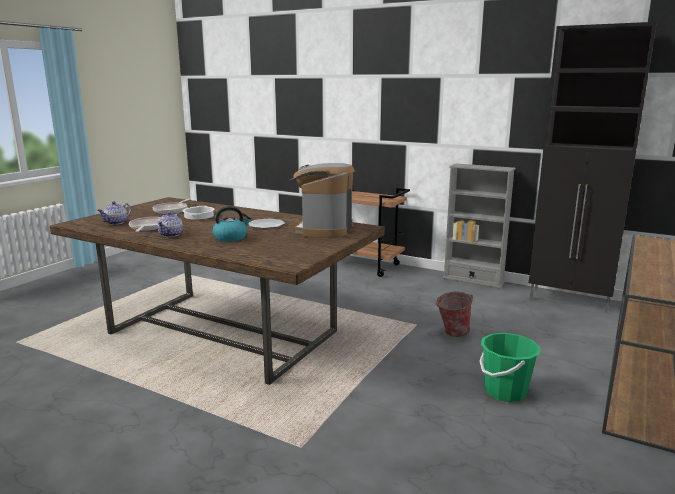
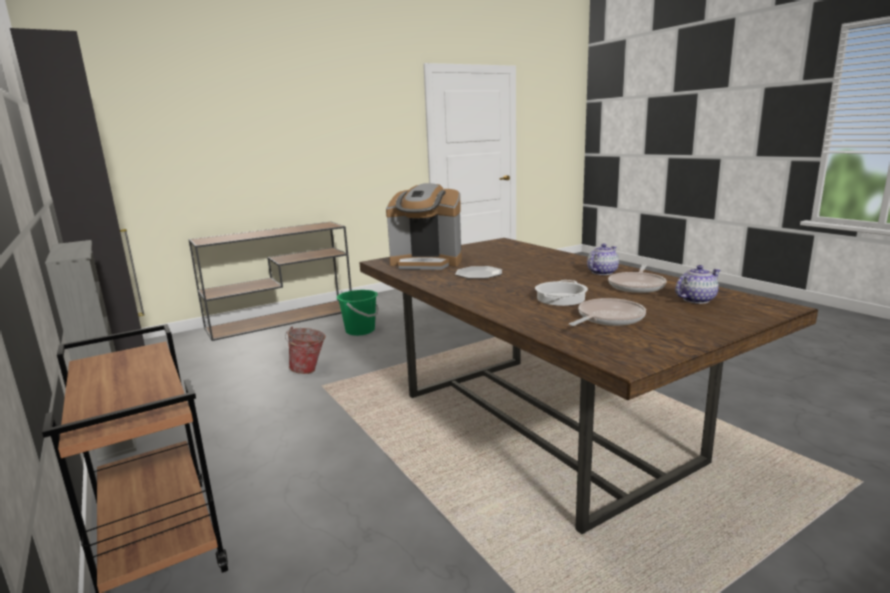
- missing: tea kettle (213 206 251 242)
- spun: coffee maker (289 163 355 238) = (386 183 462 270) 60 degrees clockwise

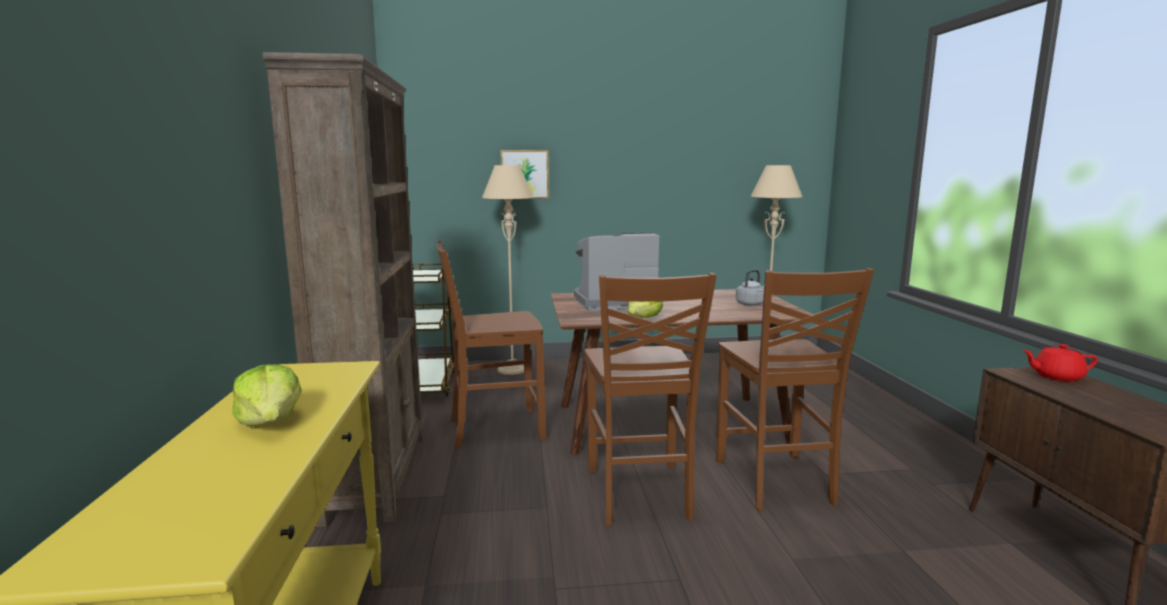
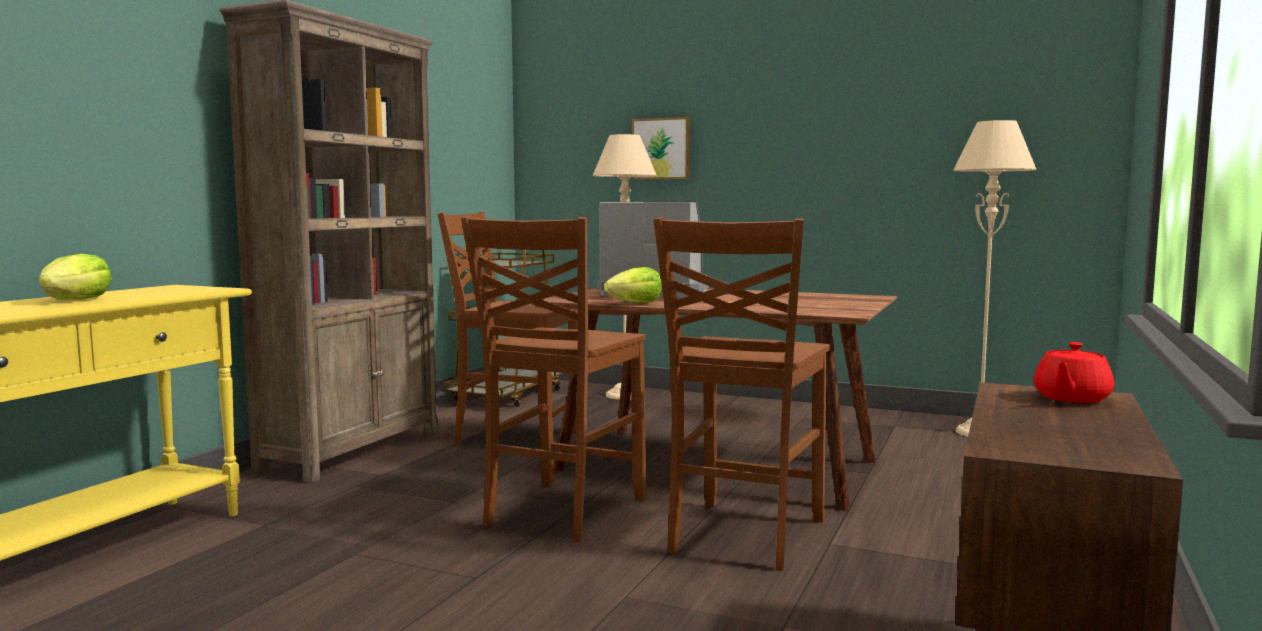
- missing: greyish tea kettle (736 270 764 306)
- spun: reddish teapot (1022 344 1098 382) = (1033 342 1114 403) 90 degrees counterclockwise

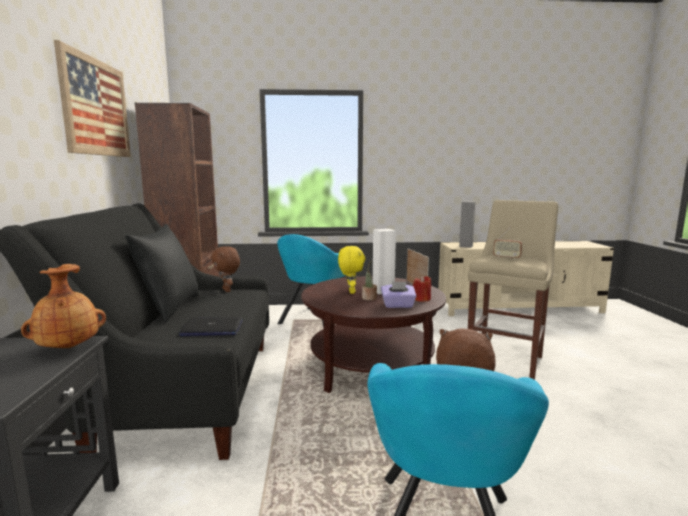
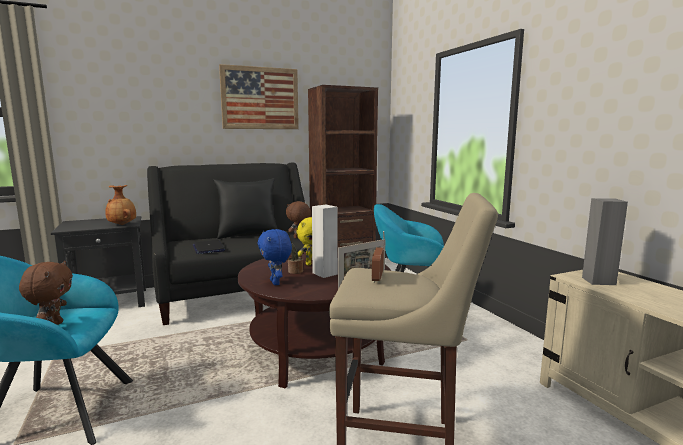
- missing: reddish wax candle (413 275 431 302)
- exchanged: purple box of tissues (381 282 416 308) to blue cuddly toy (257 229 292 285)

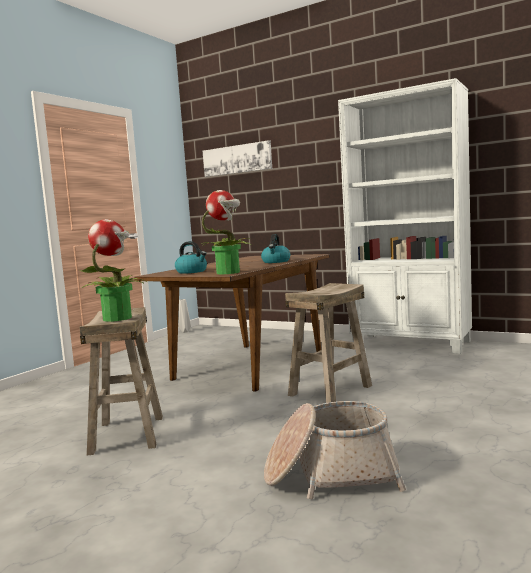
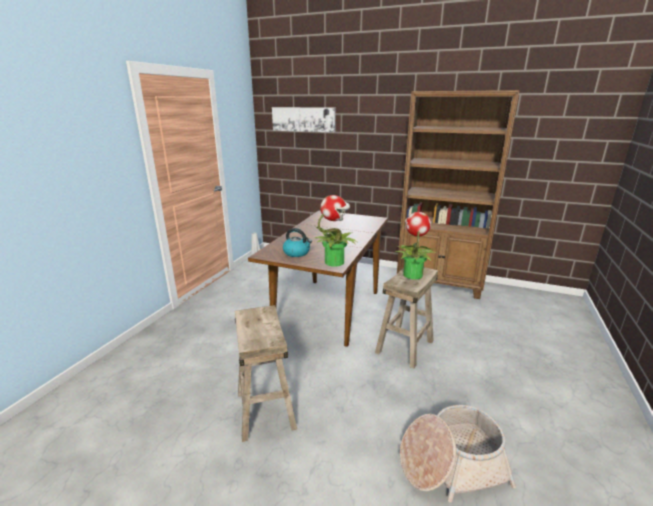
- missing: tea kettle (261 234 290 263)
- relocated: potted plant (80 219 148 322) to (395 212 437 280)
- colour: white-coloured bookcase (338 78 472 354) to brown-coloured bookcase (397 90 520 299)

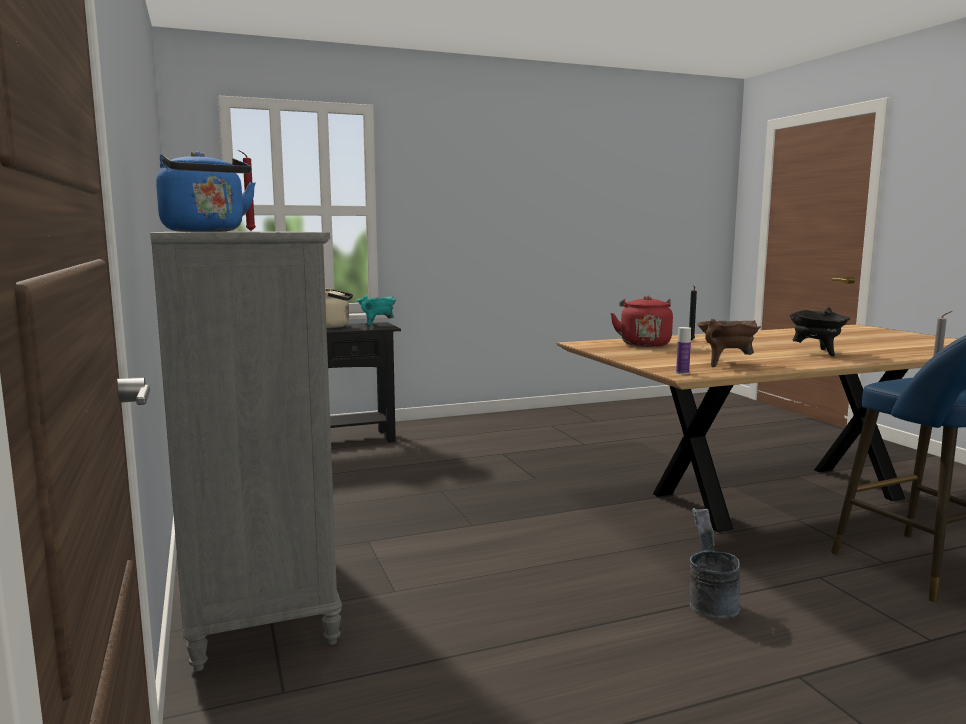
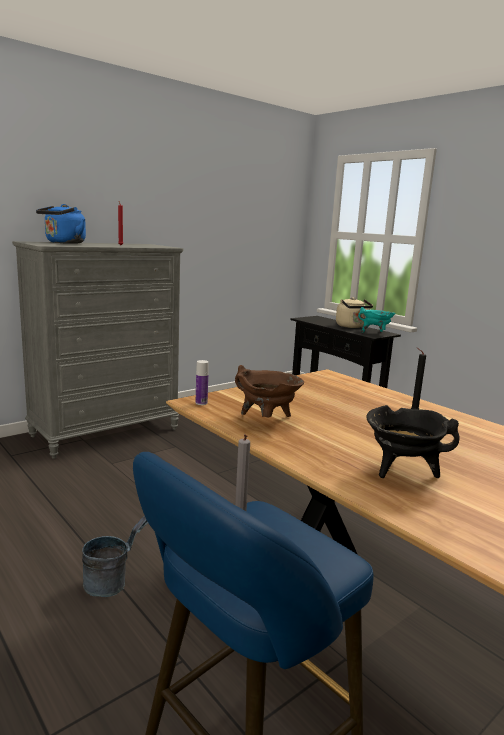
- missing: reddish tea kettle (610 296 673 347)

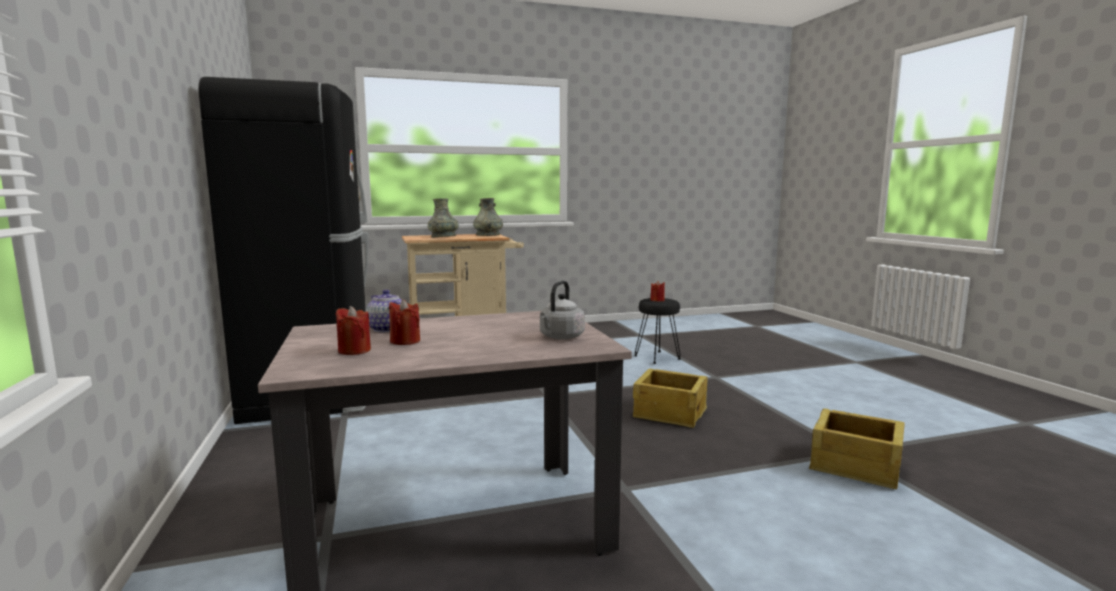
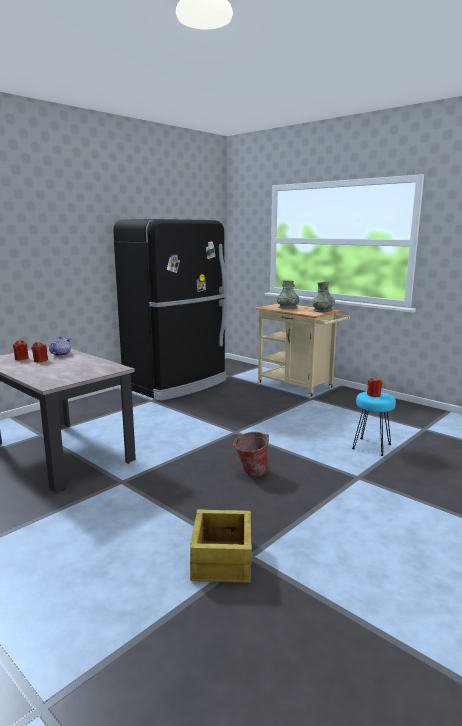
- missing: greyish tea kettle (540 280 585 340)
- exchanged: packing crate (633 369 708 428) to water bucket (233 432 269 477)
- colour: black stool seat (634 298 680 364) to turquoise-coloured stool seat (352 392 396 456)

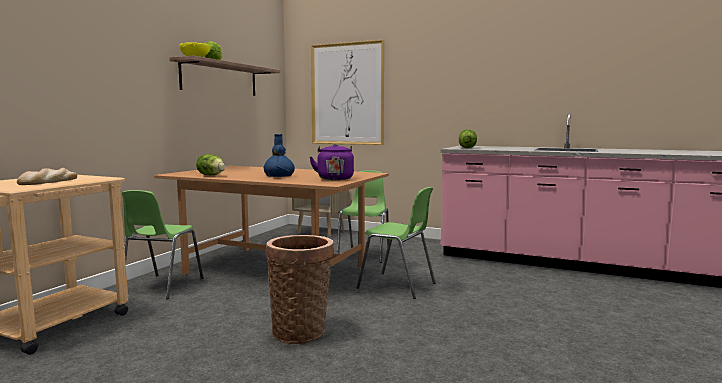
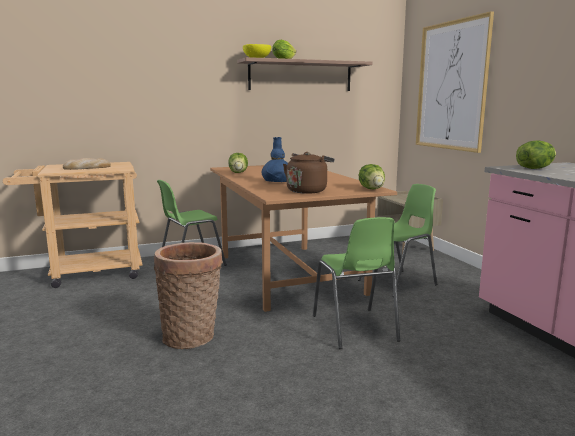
- appeared: lettuce (359 164 385 189)
- colour: purple tea kettle (309 144 354 180) to brown-coloured tea kettle (283 152 335 194)

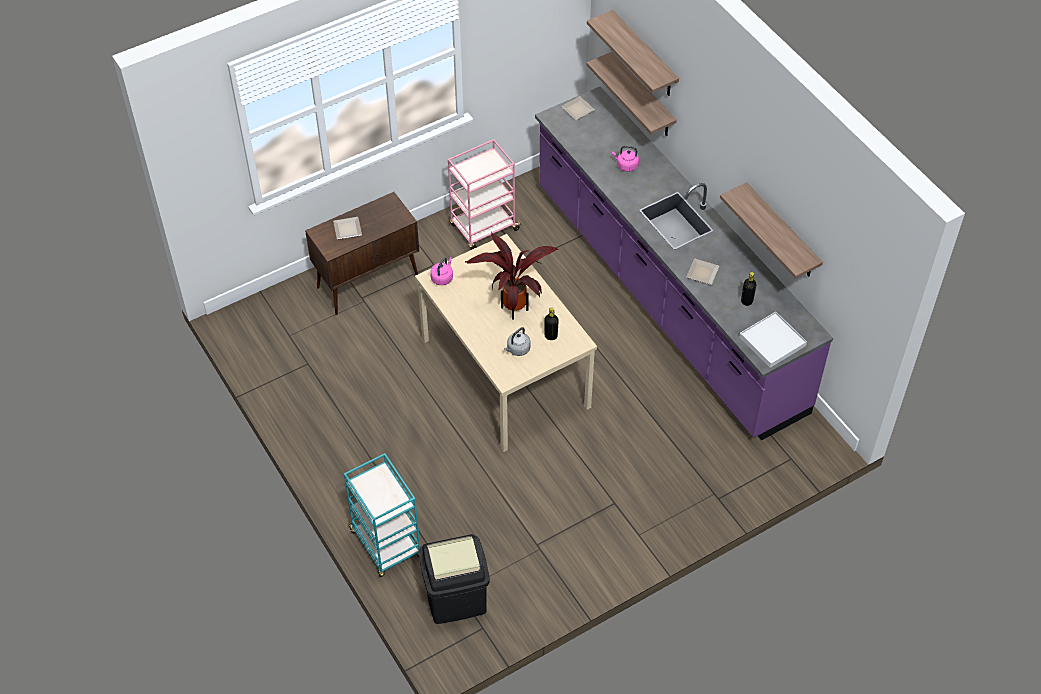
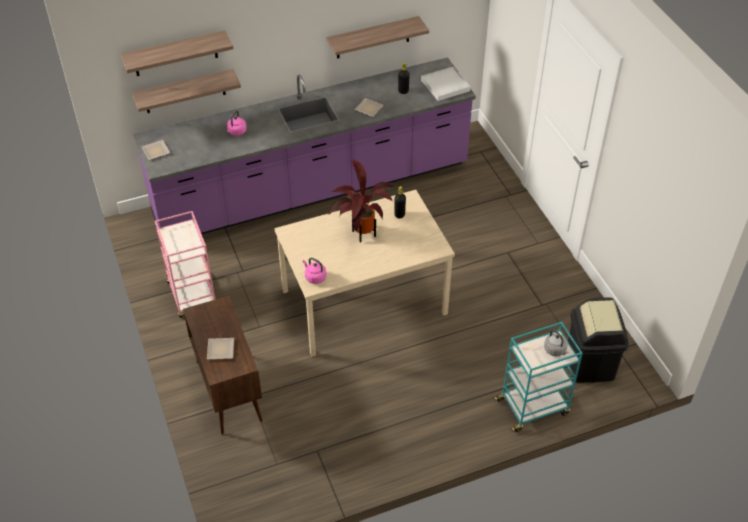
- relocated: greyish tea kettle (504 327 531 356) to (544 329 569 357)

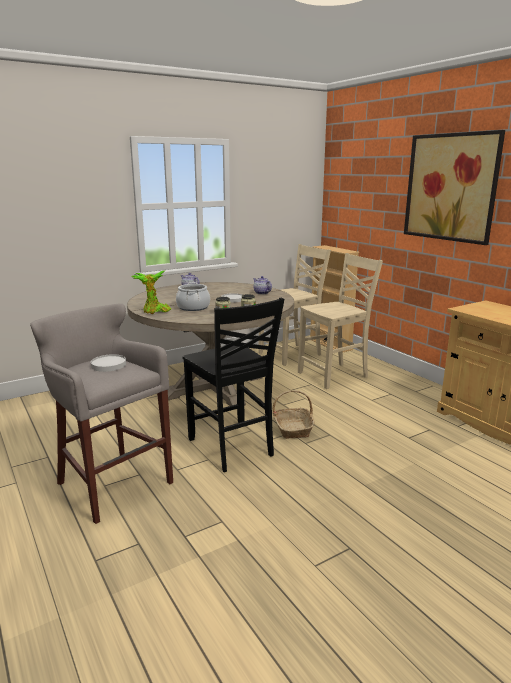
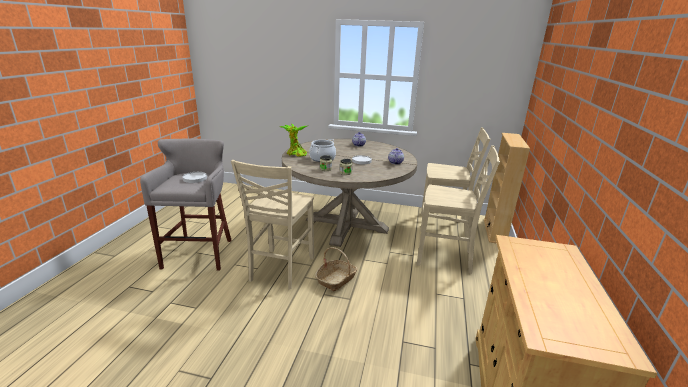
- missing: picture (404 130 505 245)
- colour: black chair (183 298 284 472) to sand-coloured chair (231 160 314 289)

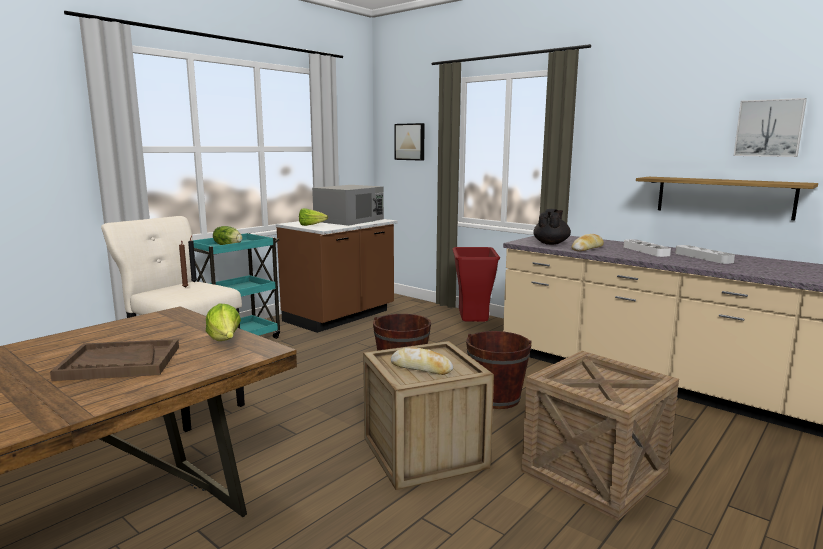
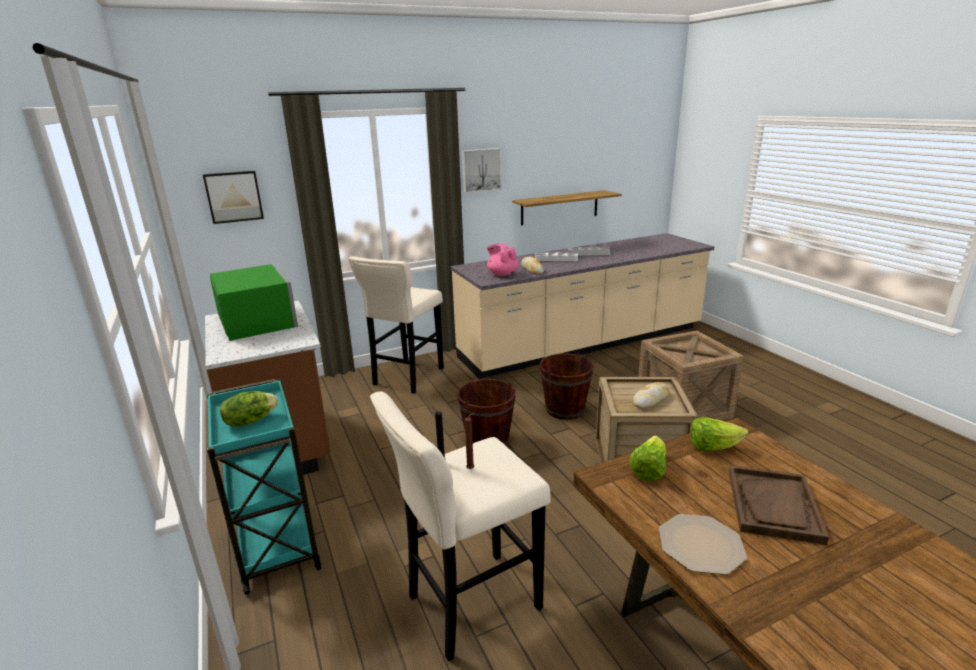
- appeared: flat dish (659 514 747 575)
- relocated: lettuce (299 208 328 226) to (629 435 666 481)
- relocated: picture (733 98 807 157) to (462 148 502 193)
- exchanged: reddish rubbish bin (452 247 500 322) to sand-coloured stool seat (348 256 444 394)
- colour: greyish microwave (312 185 384 226) to green-coloured microwave (210 264 298 341)
- colour: black teapot (533 209 571 245) to pink-coloured teapot (487 243 519 276)

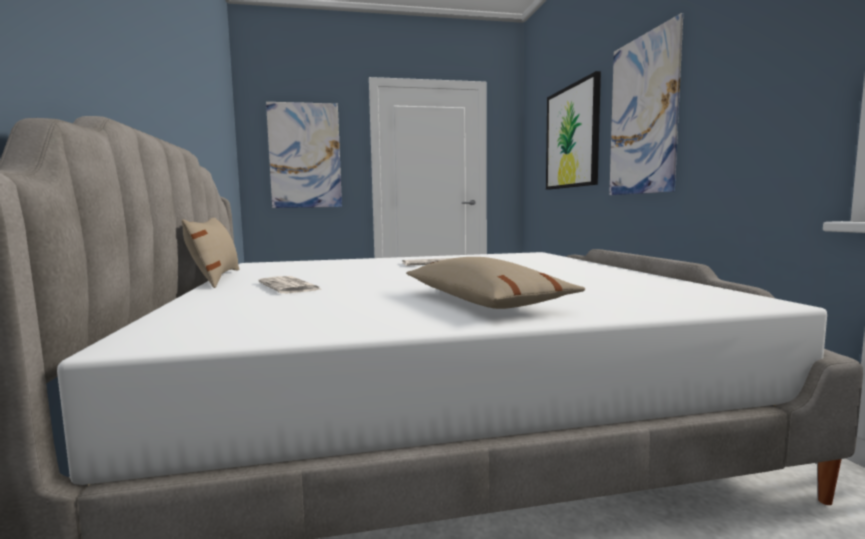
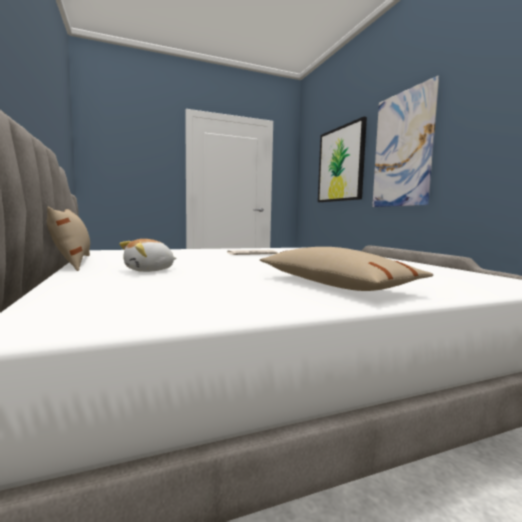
- missing: picture (266 102 342 208)
- exchanged: newspaper (258 276 323 293) to cuddly toy (119 239 177 272)

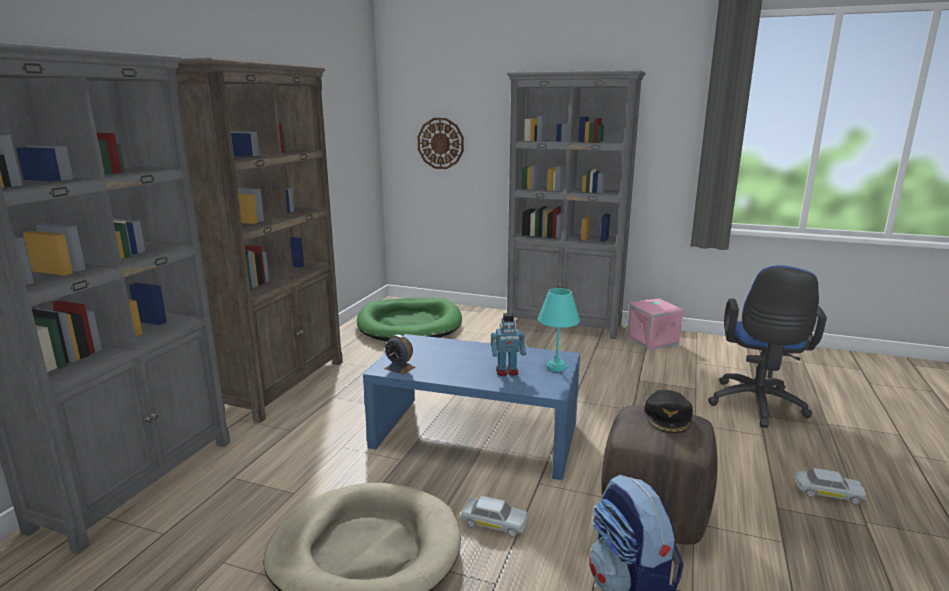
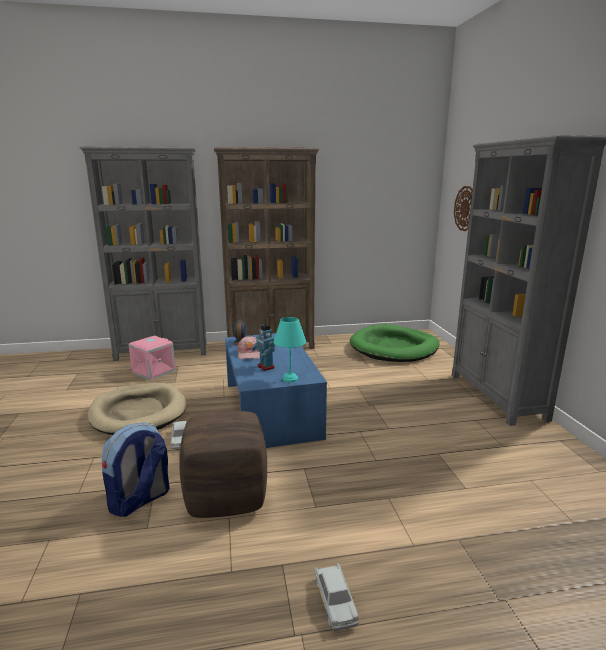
- missing: black peaked cap (644 390 693 434)
- missing: blue office chair (708 265 827 428)
- appeared: pink-coloured peaked cap (237 336 260 359)
- relocated: pink-coloured storage bin (627 298 683 350) to (129 336 176 380)

